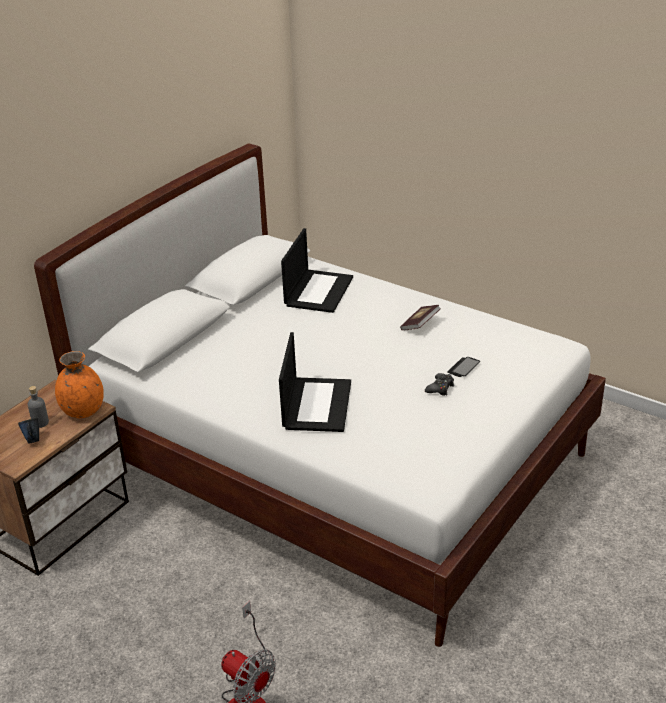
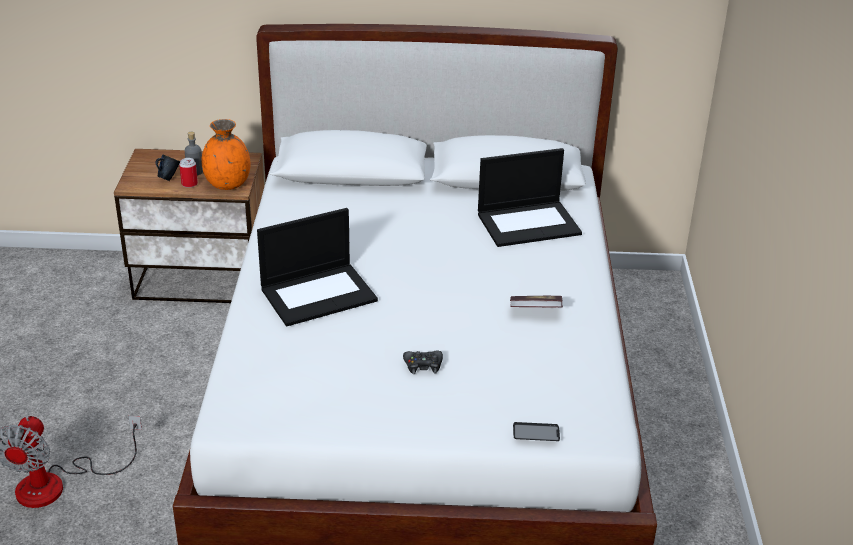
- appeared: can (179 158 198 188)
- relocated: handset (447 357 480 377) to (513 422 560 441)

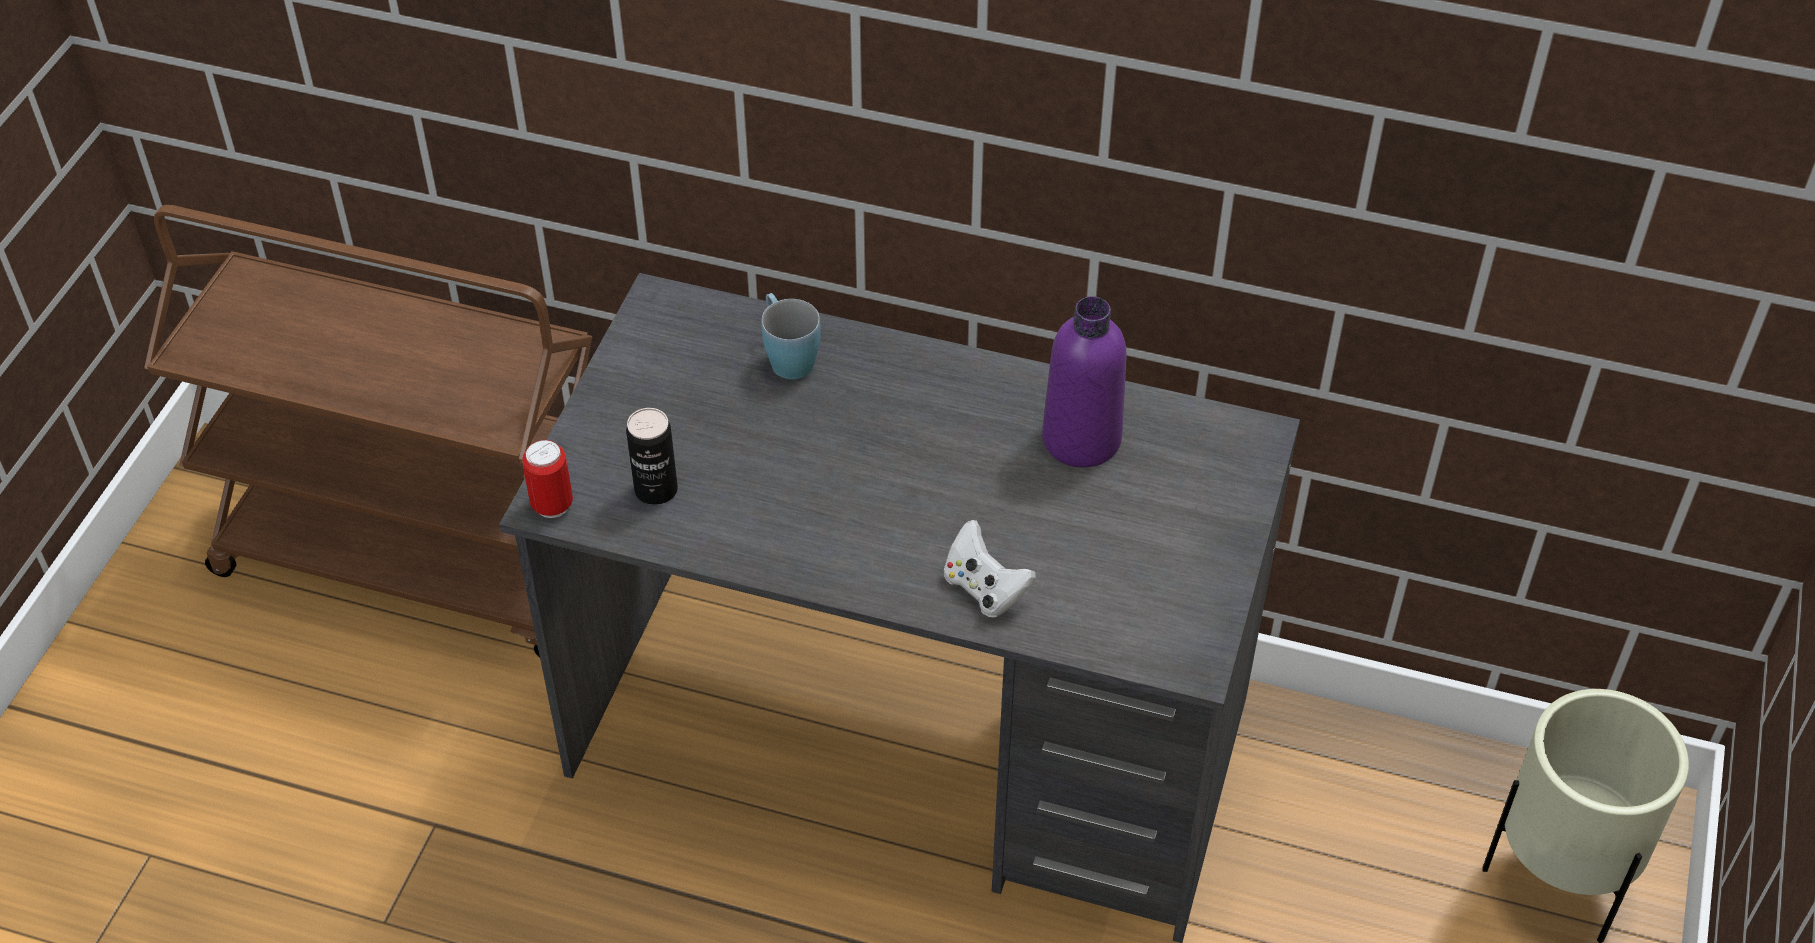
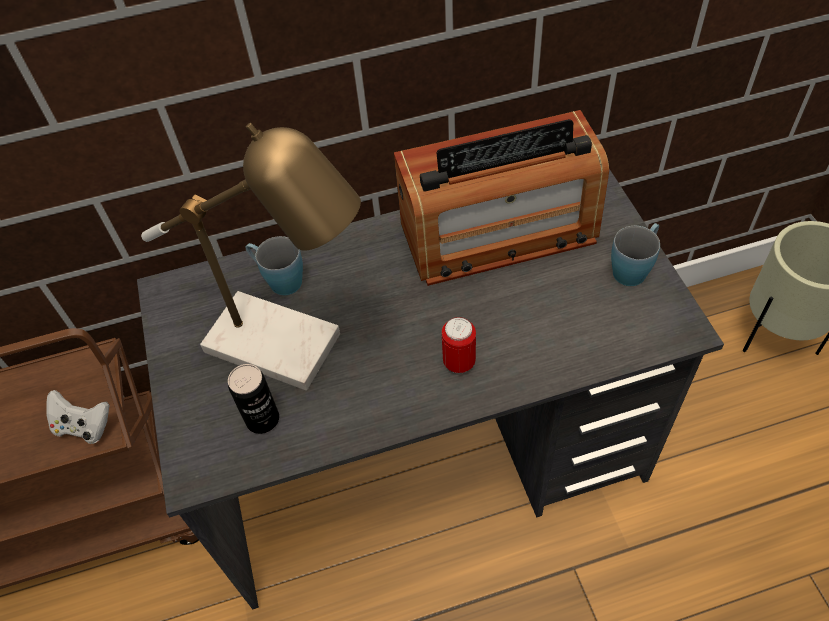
- appeared: tabletop lamp (141 123 361 391)
- appeared: blue coffee mug (611 223 660 286)
- relocated: can (522 439 573 518) to (442 317 476 373)
- relocated: white-coloured gamepad (944 520 1036 618) to (46 390 110 444)
- exchanged: purple drink bottle (1042 296 1127 468) to radio receiver (394 110 609 286)

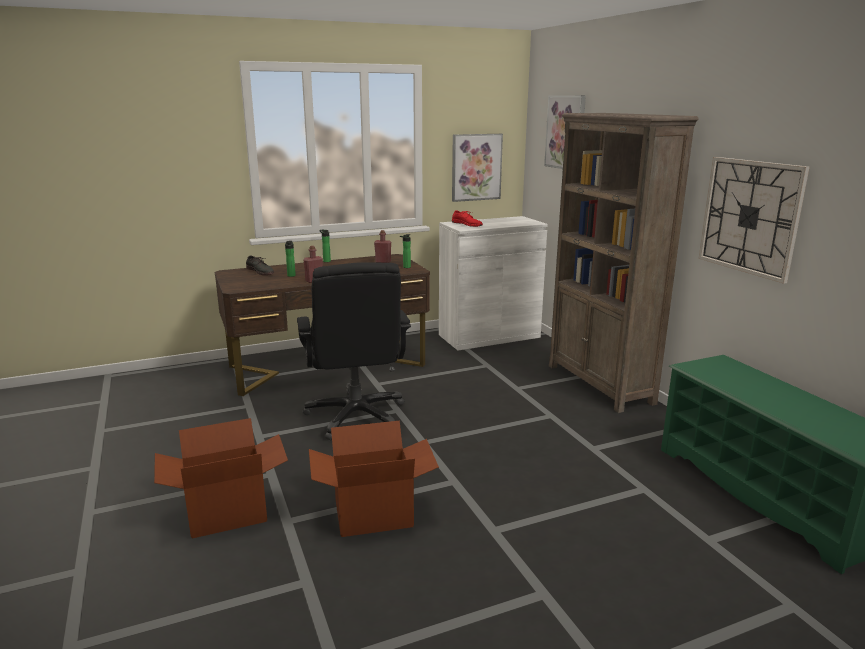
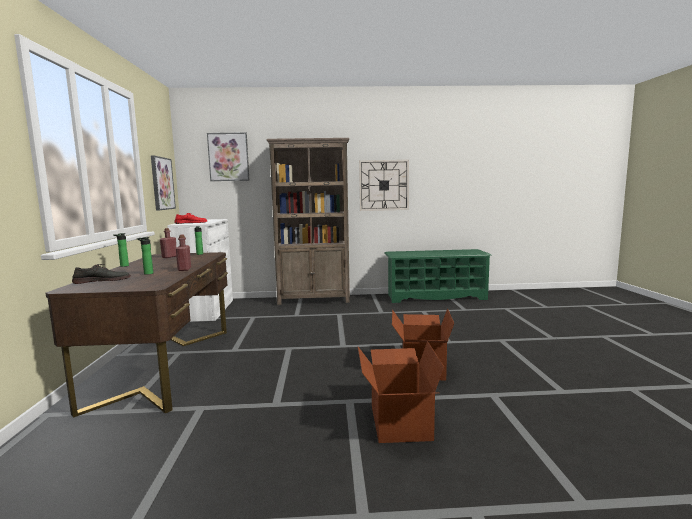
- missing: black office chair (297 262 411 440)

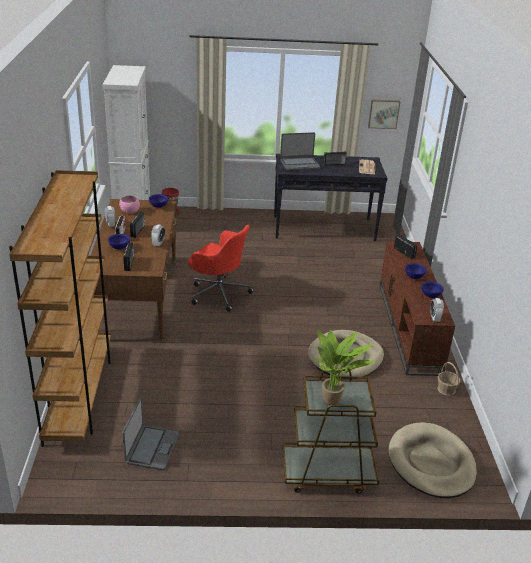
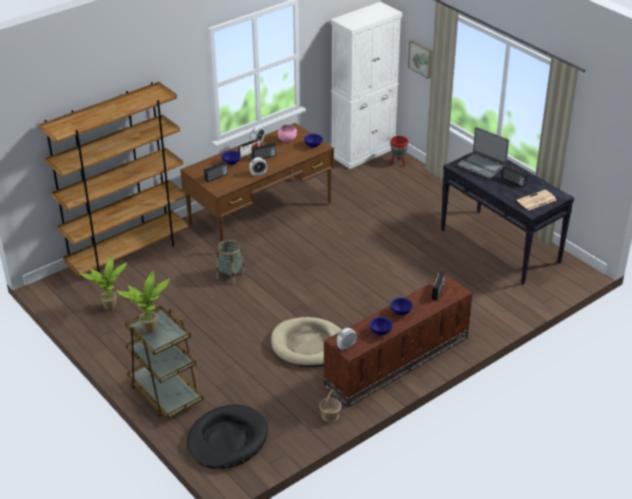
- missing: reddish office chair (188 224 254 312)
- appeared: basket (216 239 245 284)
- relocated: picture (368 99 400 129) to (408 40 433 79)
- exchanged: portable computer (122 397 179 470) to potted plant (80 256 127 310)
- colour: sand-coloured dog cushion (389 422 477 498) to black dog cushion (186 404 268 469)

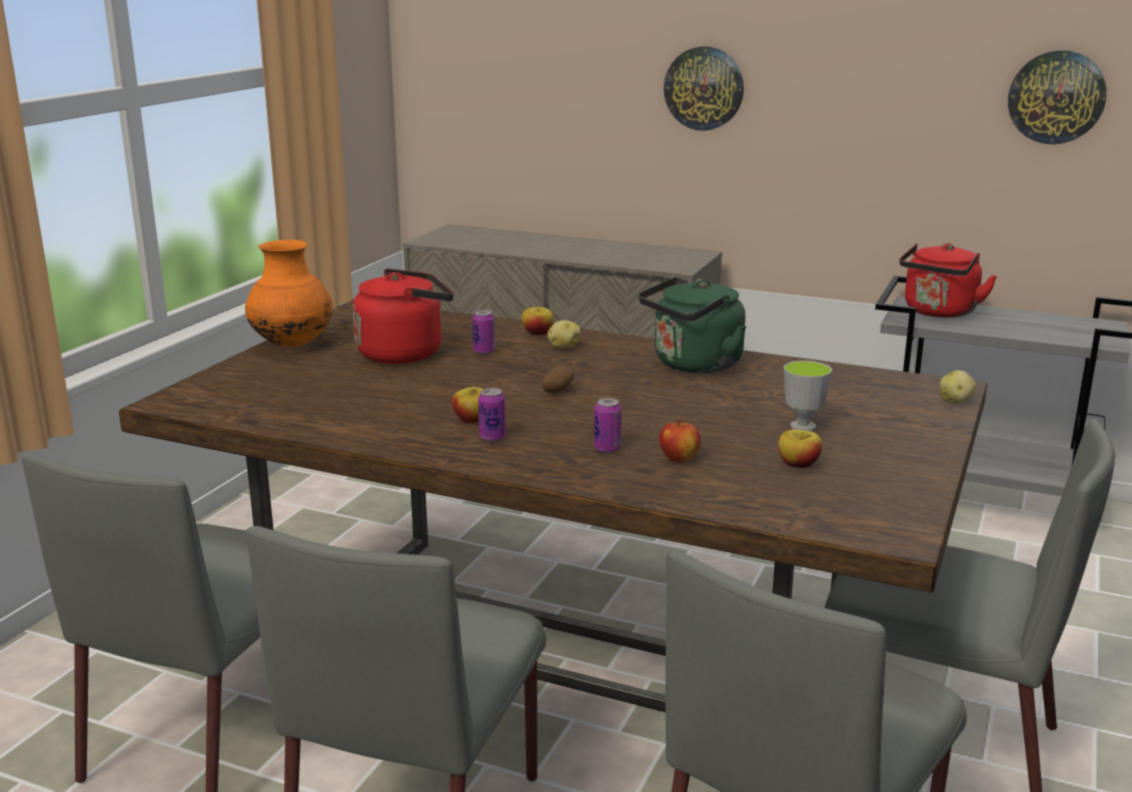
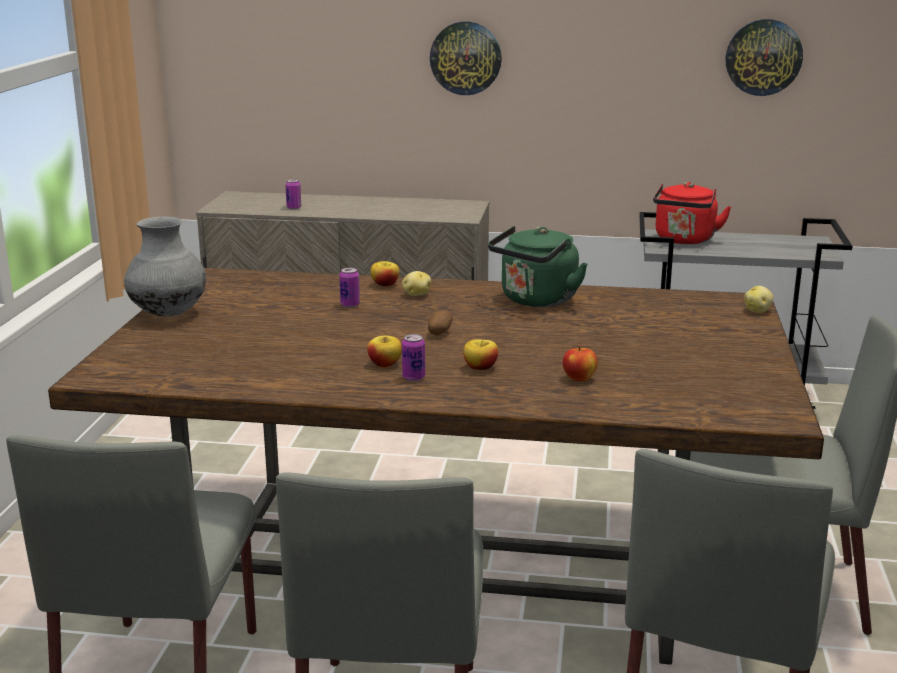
- missing: reddish tea kettle (353 268 454 364)
- missing: drinking cup (784 360 832 431)
- relocated: can (594 398 622 453) to (285 179 301 209)
- relocated: apple (778 429 822 468) to (463 339 498 370)
- colour: orangey flower vase (245 240 333 347) to greyish flower vase (124 216 206 317)

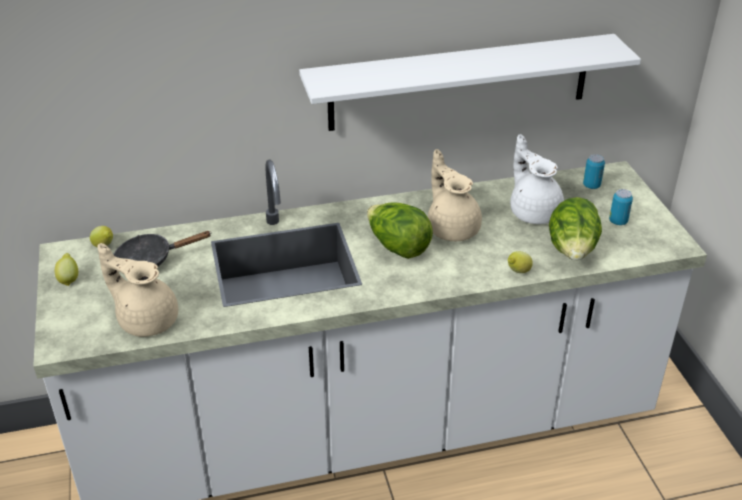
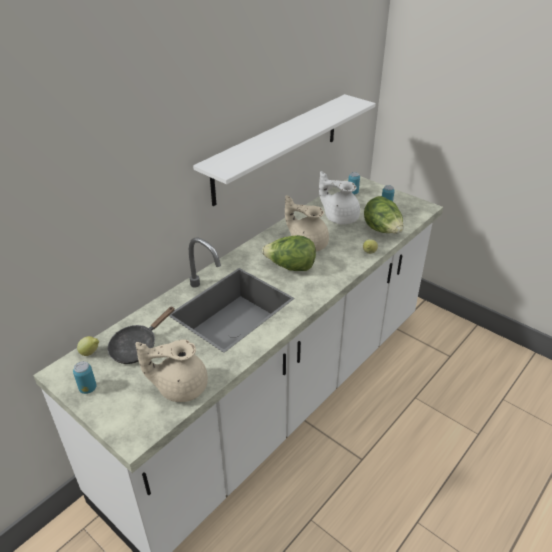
- exchanged: whole lemon (55 253 78 286) to can (73 361 97 394)

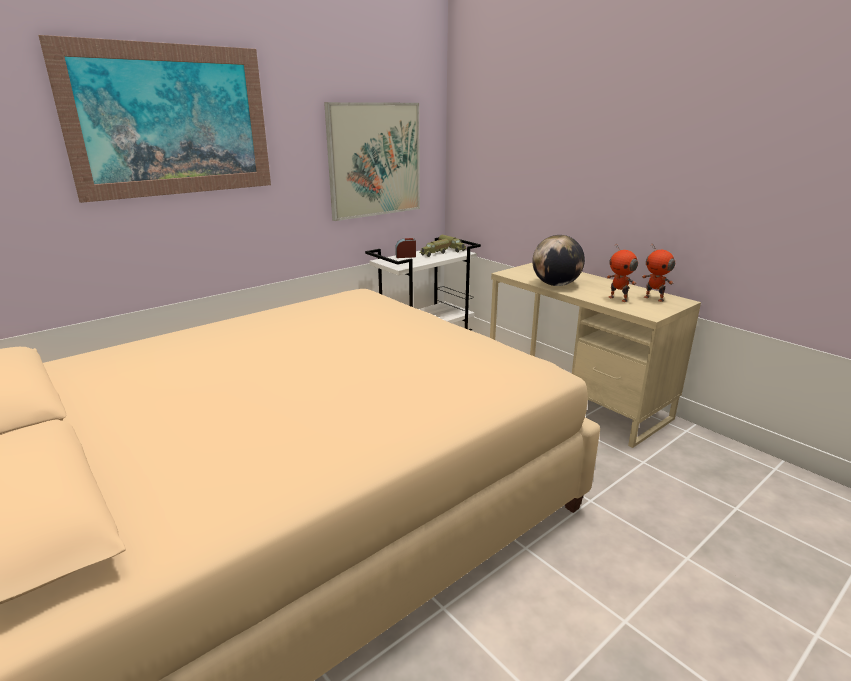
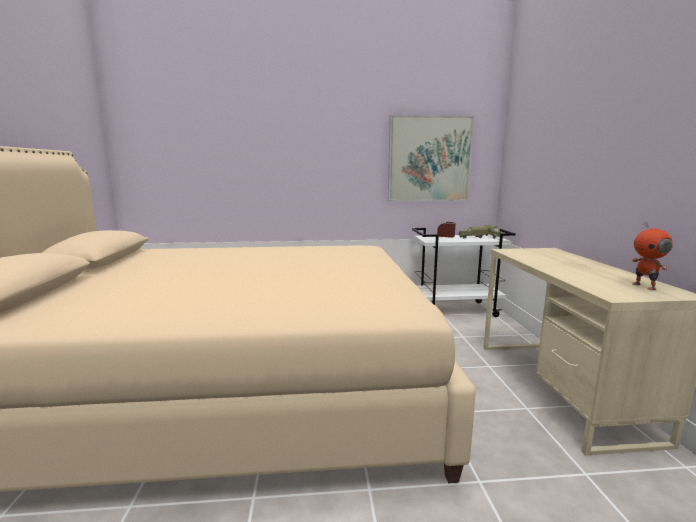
- missing: picture (38 35 271 203)
- missing: globe (532 235 585 286)
- missing: toy robot (607 243 638 302)

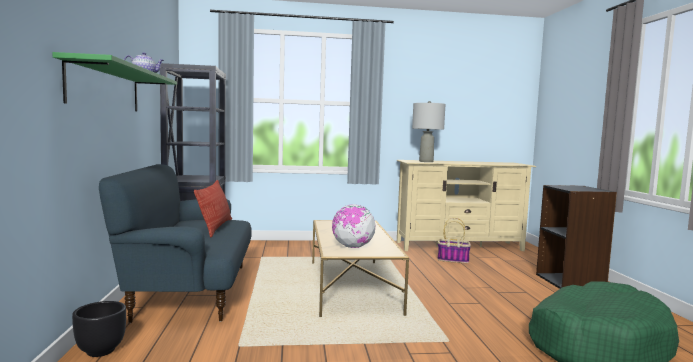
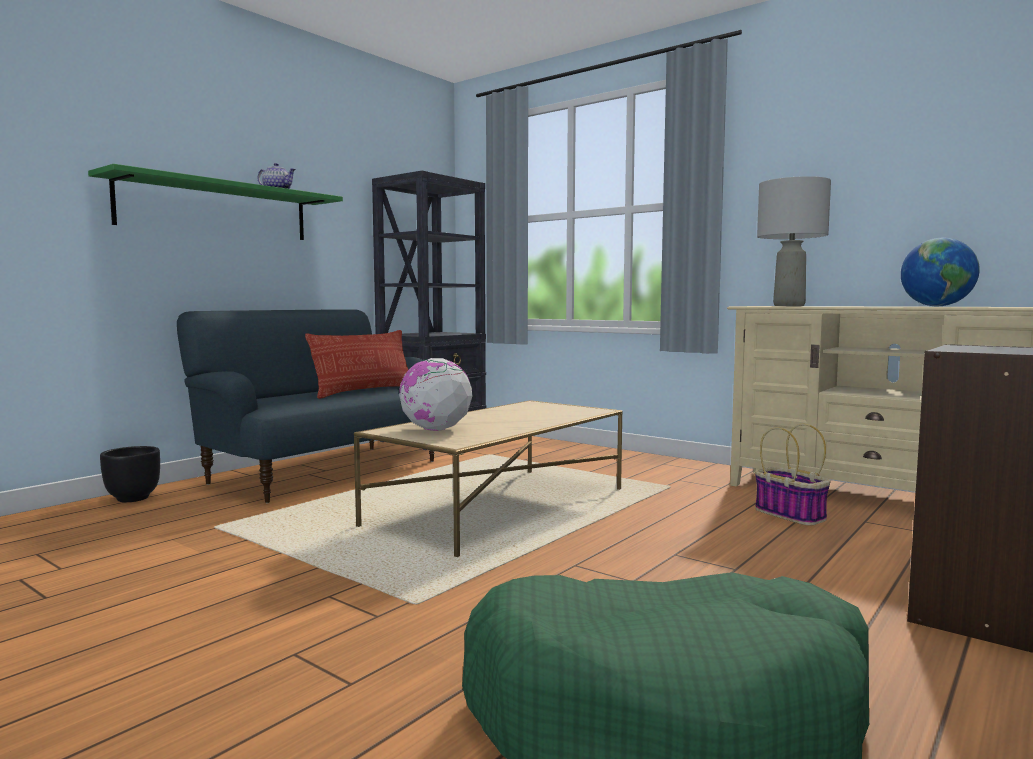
- appeared: globe (901 238 980 307)

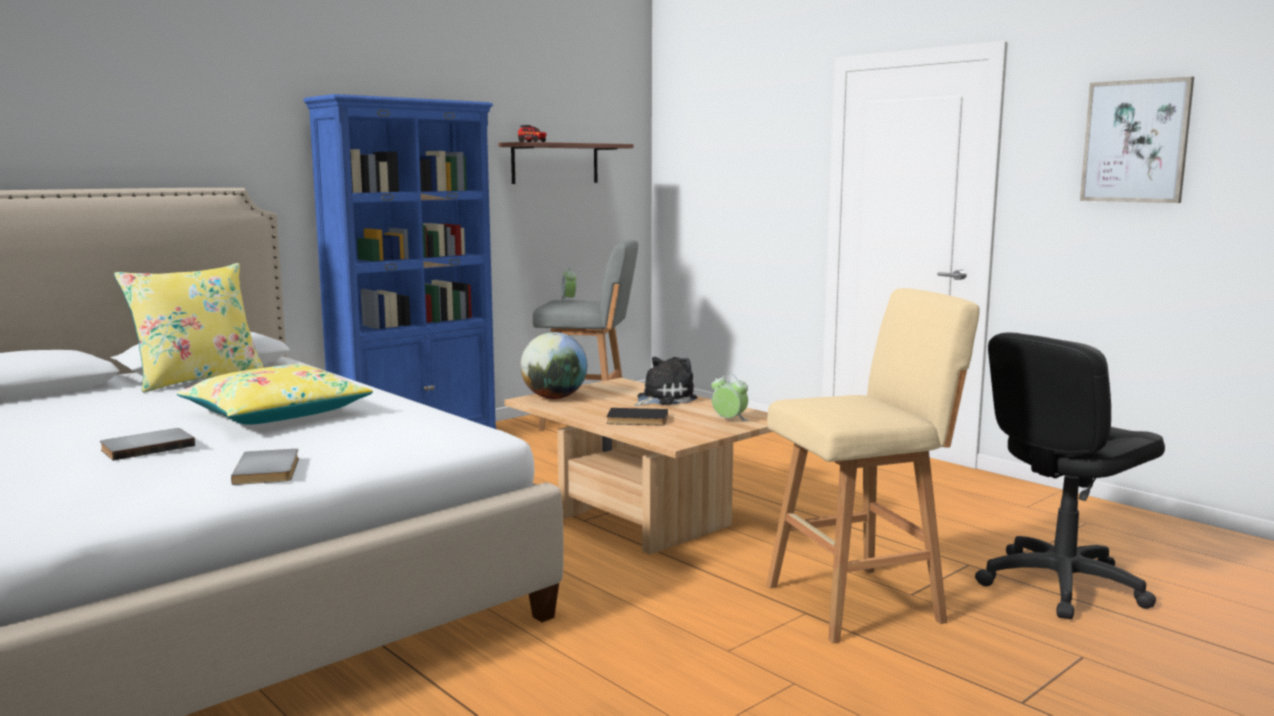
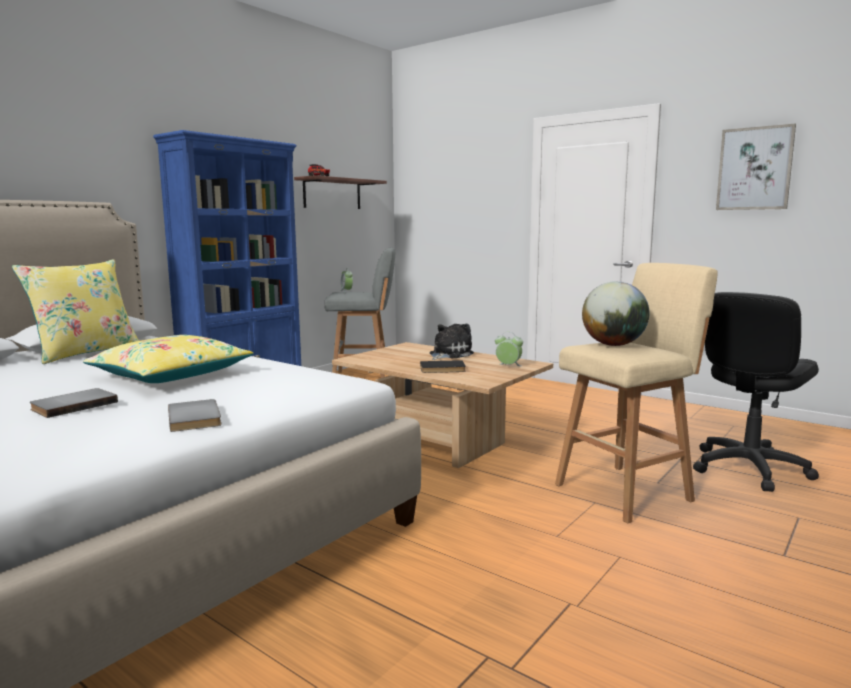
- relocated: globe (520 332 587 399) to (582 281 650 346)

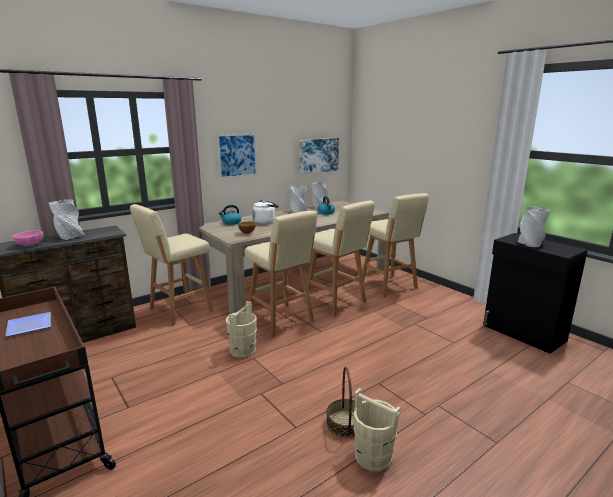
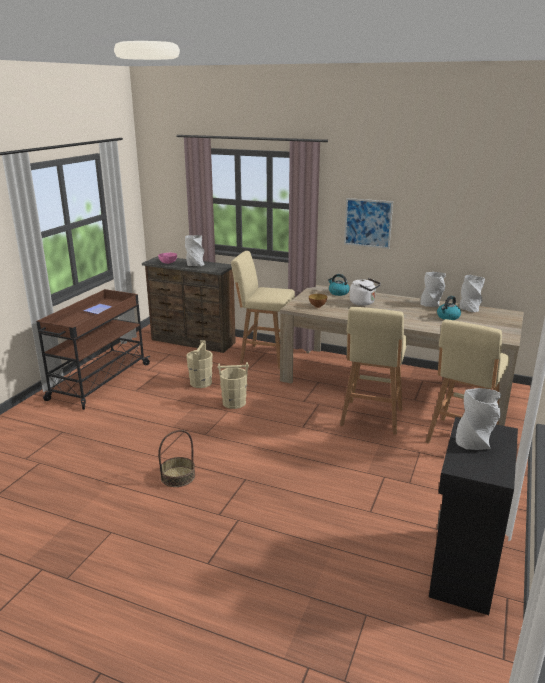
- missing: sand-coloured stool seat (244 210 317 337)
- missing: picture (299 138 339 174)
- relocated: sand-coloured water bucket (354 388 401 471) to (186 340 213 388)

